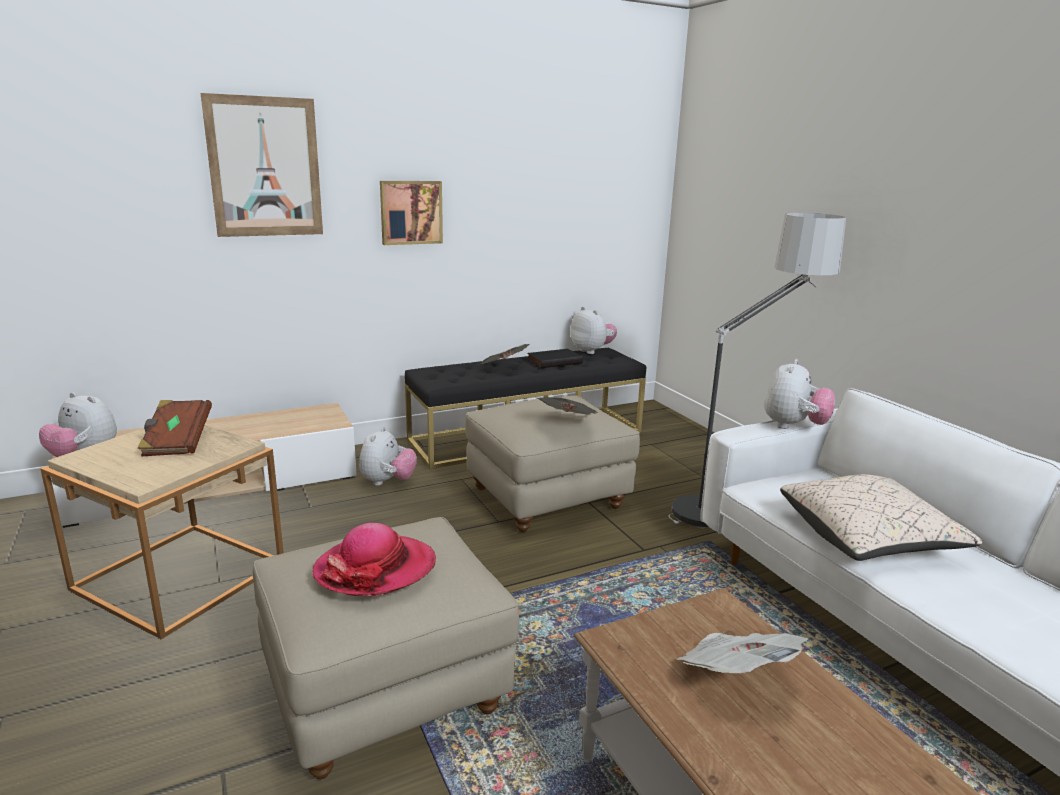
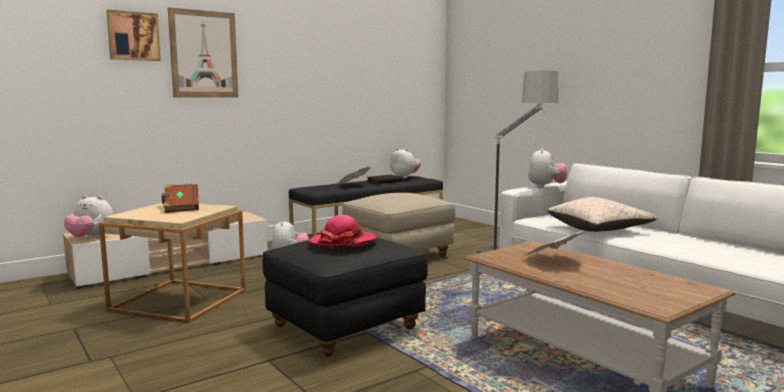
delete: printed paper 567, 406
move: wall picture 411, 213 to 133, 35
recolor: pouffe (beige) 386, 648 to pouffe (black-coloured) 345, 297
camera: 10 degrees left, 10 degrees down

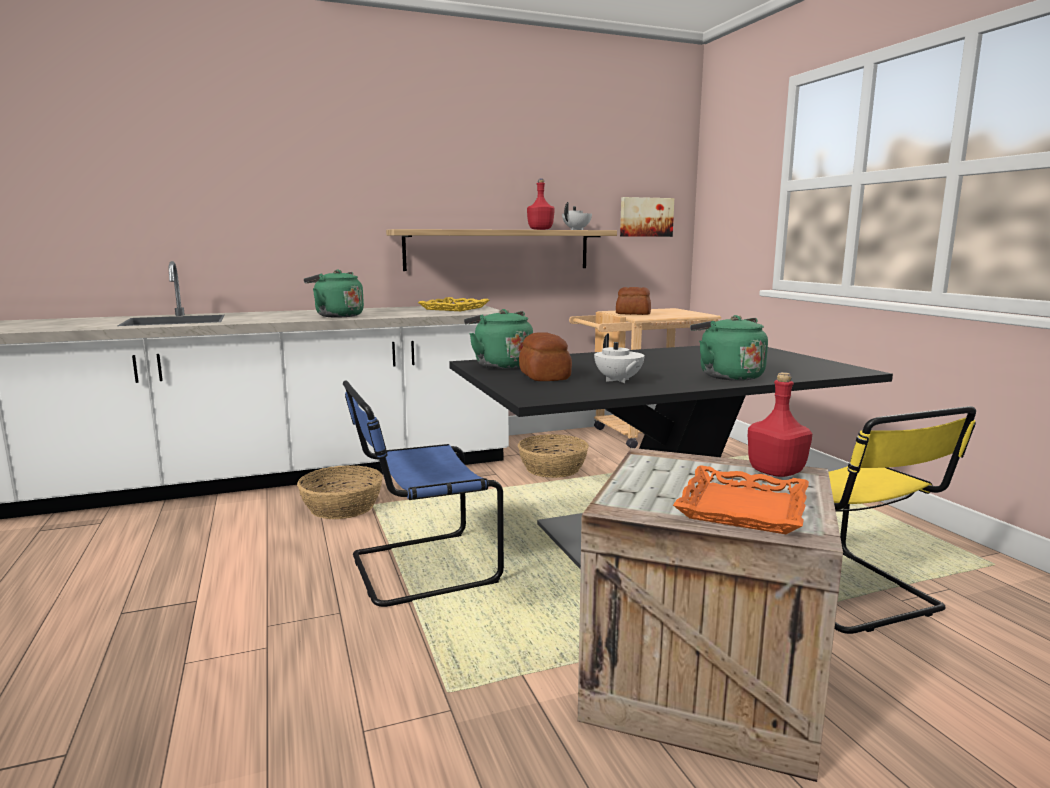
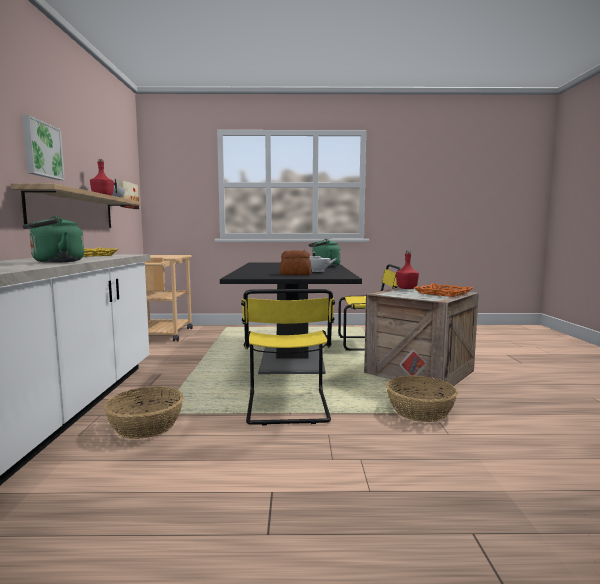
delete: tea kettle (green-coloured) 498, 339; bakery bread 633, 301
insert: wall picture 43, 147
move: storage basket 553, 456 to 422, 398
recolor: chair (bluish) 423, 493 to chair (yellow) 288, 357
camera: 70 degrees left, 5 degrees down

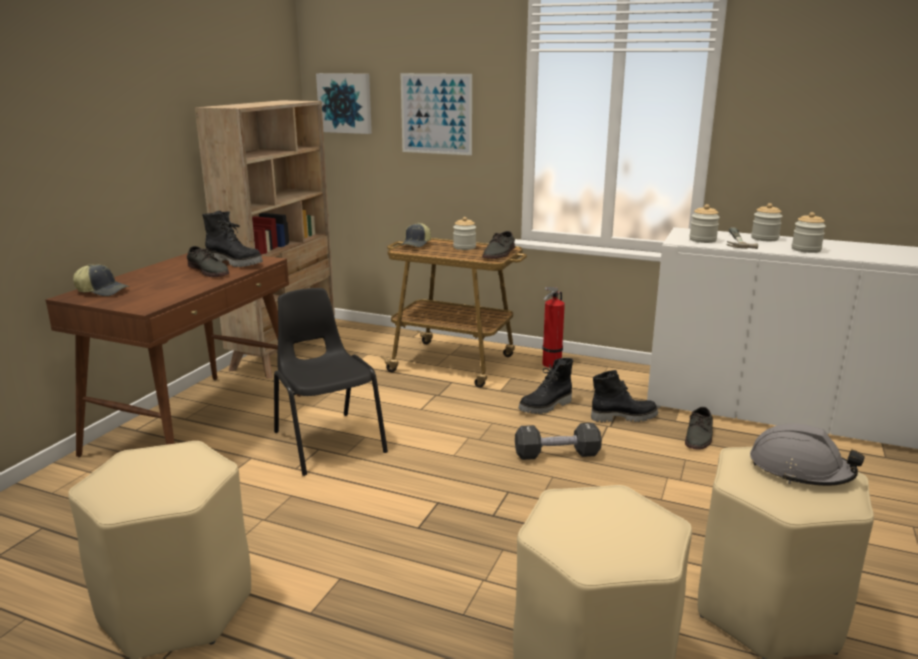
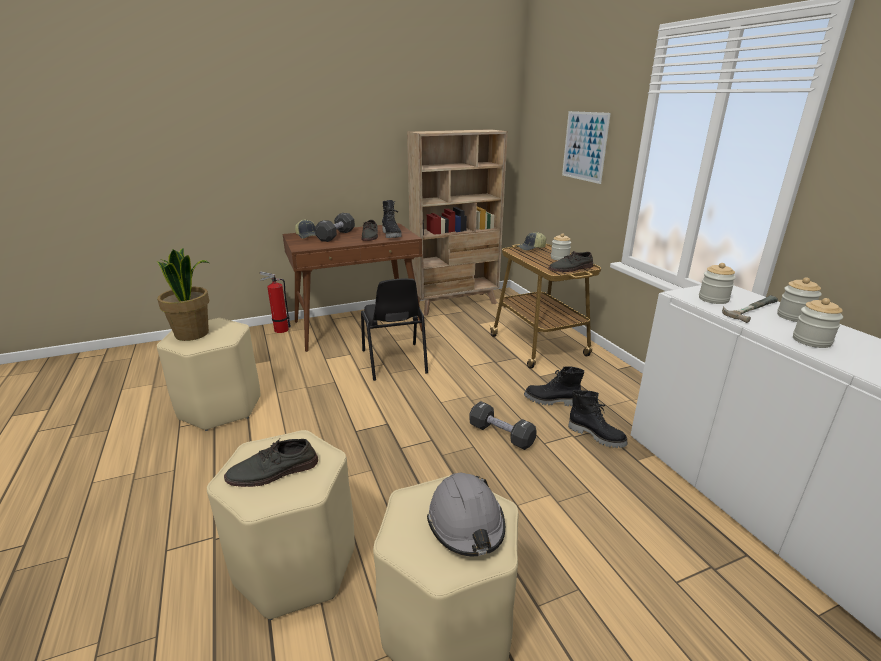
delete: wall picture 344, 103
insert: houseplant 183, 294; dumbbell (black-coloured) 335, 227
move: extinguisher 553, 327 to 275, 302; shoe (greyish) 699, 428 to 271, 463
rotate: chair (black-coloured) 331, 382 = 394, 329 150 degrees clockwise
camera: 45 degrees right, 5 degrees up

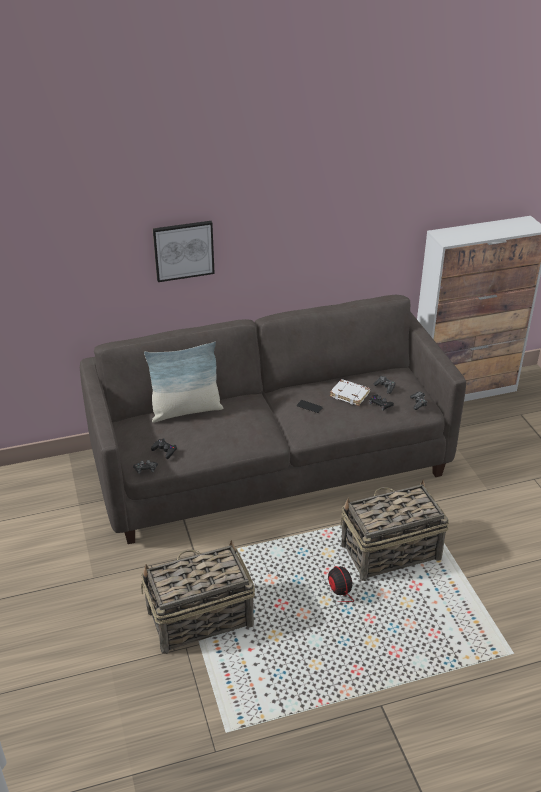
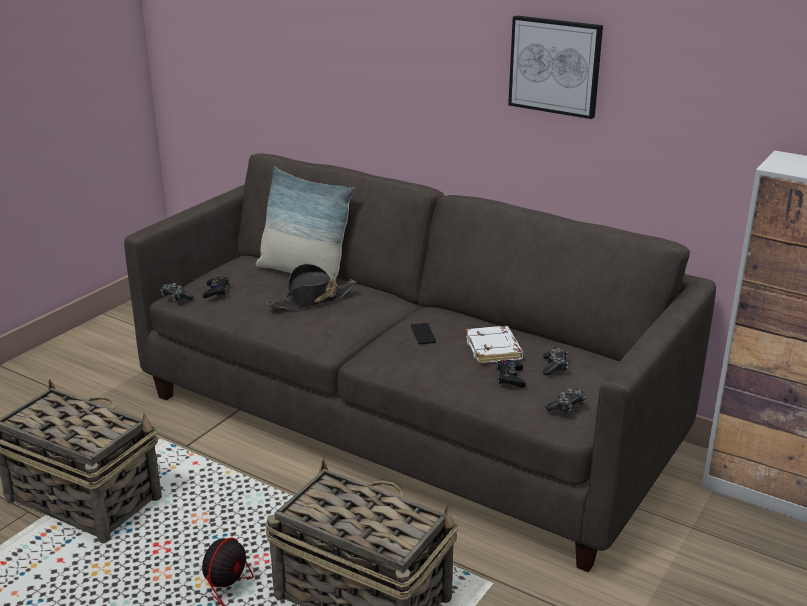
insert: wearable hat (black-coloured) 311, 286
move: wall picture 184, 251 to 555, 67
camera: 50 degrees right, 10 degrees down

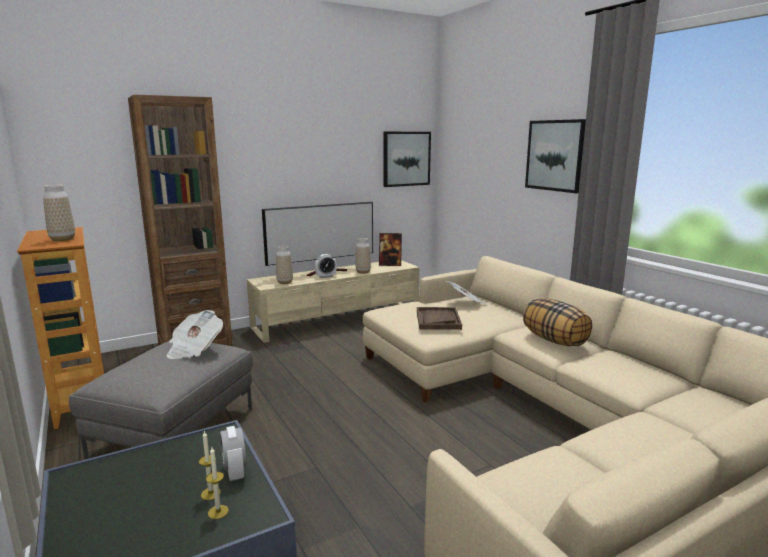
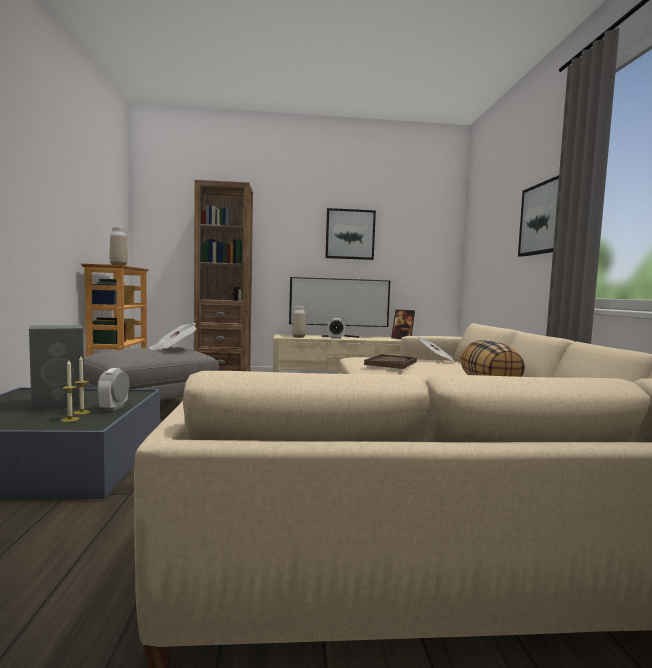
delete: vase 363, 256
insert: loudspeaker (greyish) 57, 368
move: wall picture 407, 159 to 350, 234
camera: 25 degrees right, 10 degrees down

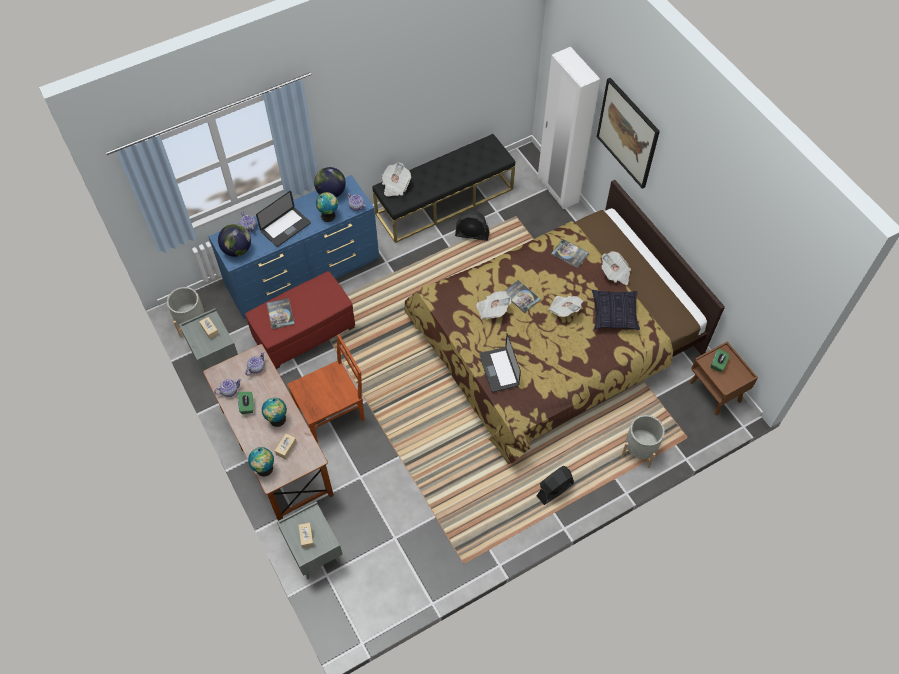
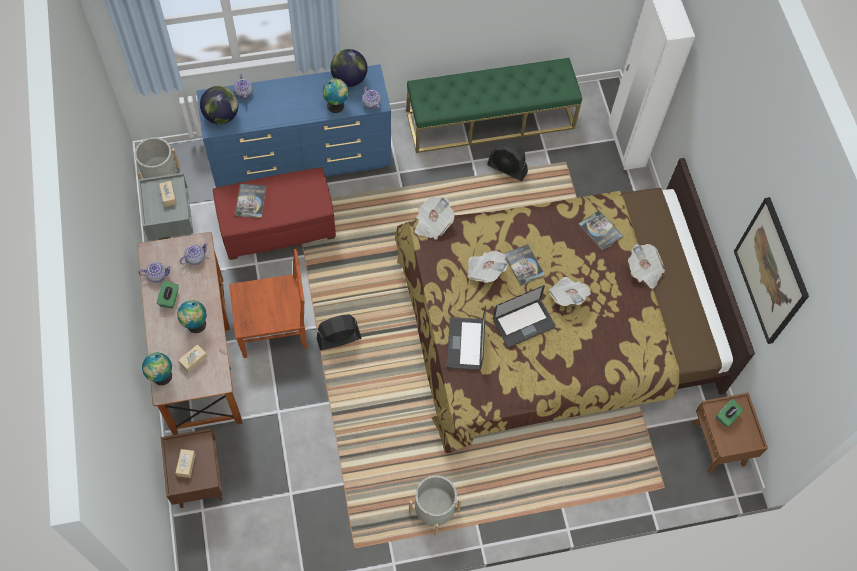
delete: throw pillow 616, 310
move: laptop 283, 219 to 524, 316; printed paper 396, 179 to 434, 218; fan (black-coloured) 555, 485 to 339, 332; wall picture 628, 133 to 771, 270; planter (greyish) 643, 441 to 435, 505
recolor: night table (greyish) 310, 540 to night table (brown) 192, 468; bench (black-coloured) 443, 188 to bench (green-coloured) 494, 105
camera: 15 degrees right, 5 degrees up

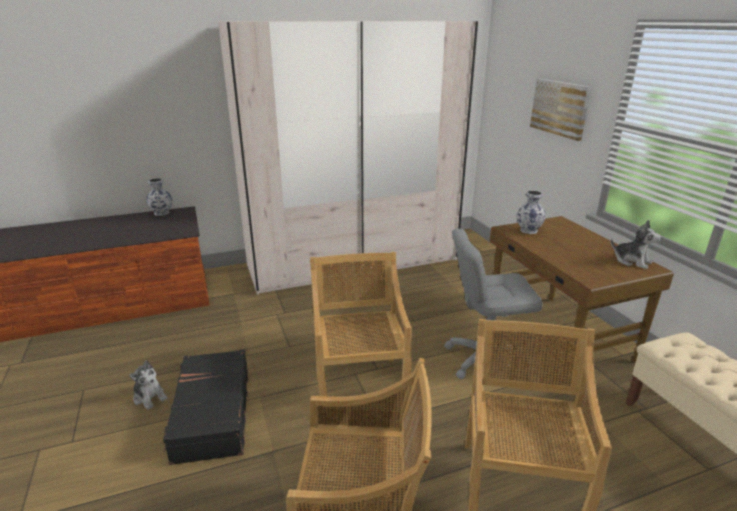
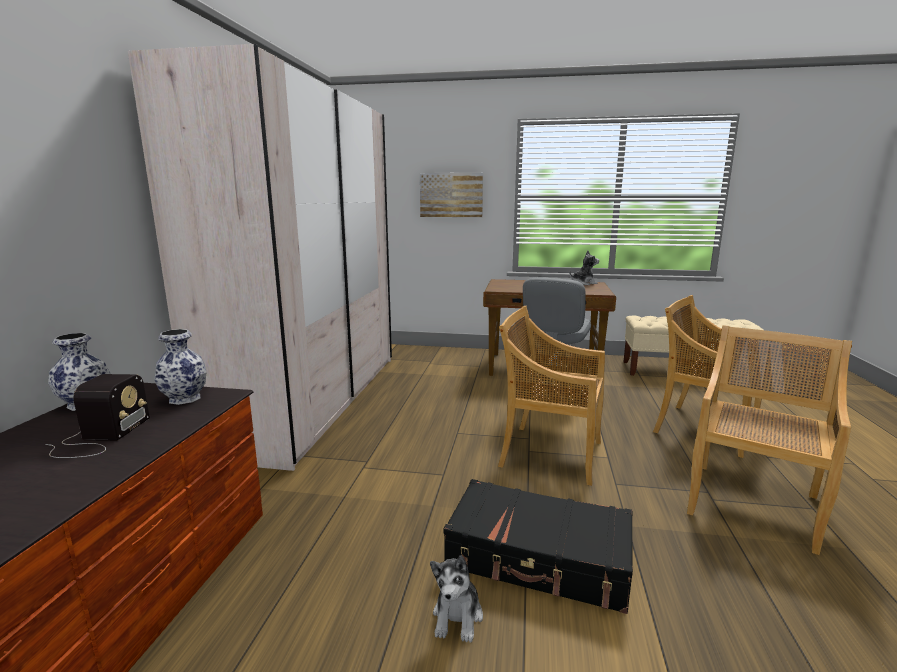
insert: radio 97, 416
move: vase 531, 212 to 180, 367
rotate: cuddly toy 149, 385 = 456, 599 120 degrees clockwise
camera: 60 degrees left, 10 degrees down

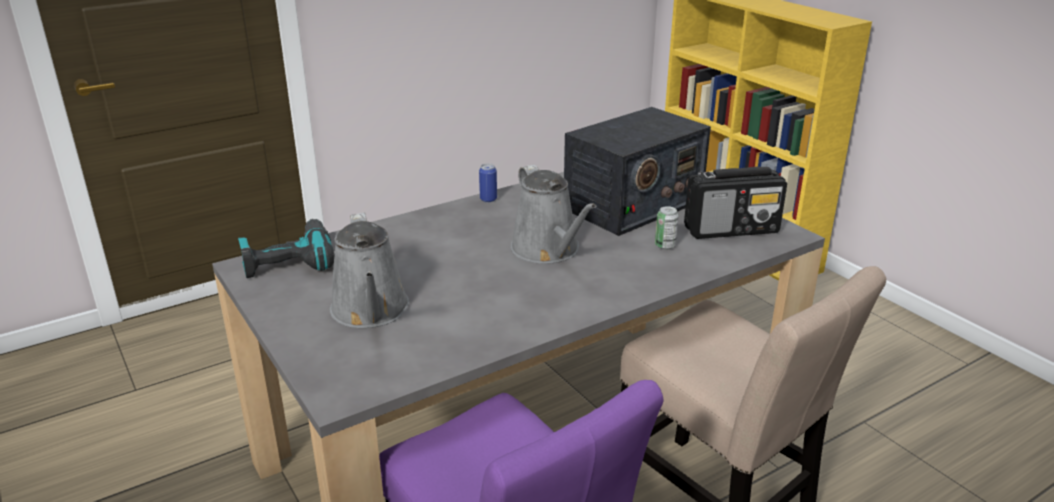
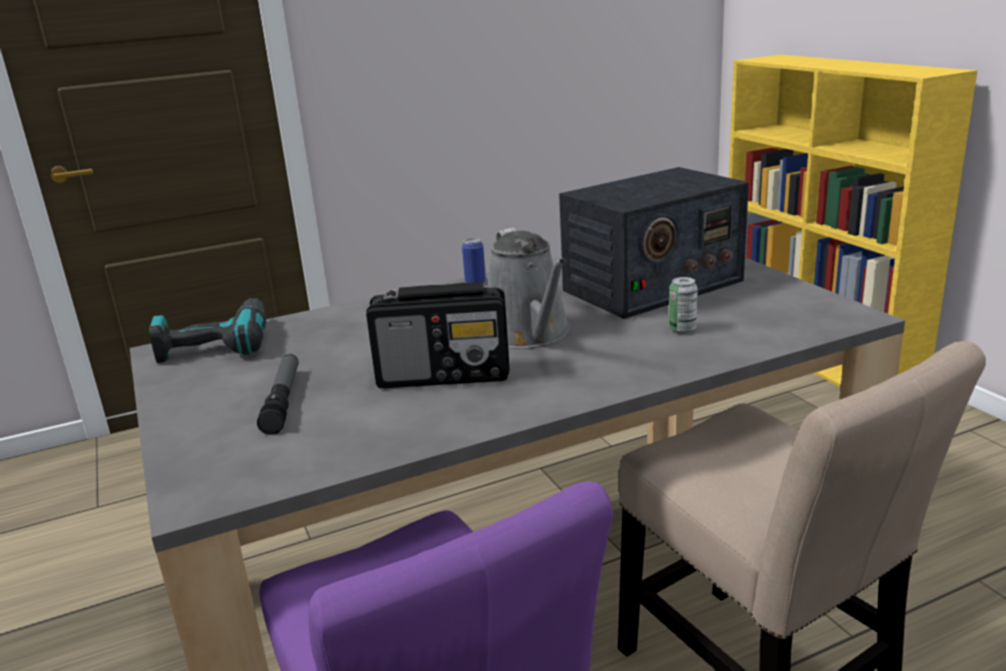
move: radio 735, 203 to 437, 336
replace: sprinkling can (greyish) 369, 270 to torch 278, 394
camera: 10 degrees right, 5 degrees down

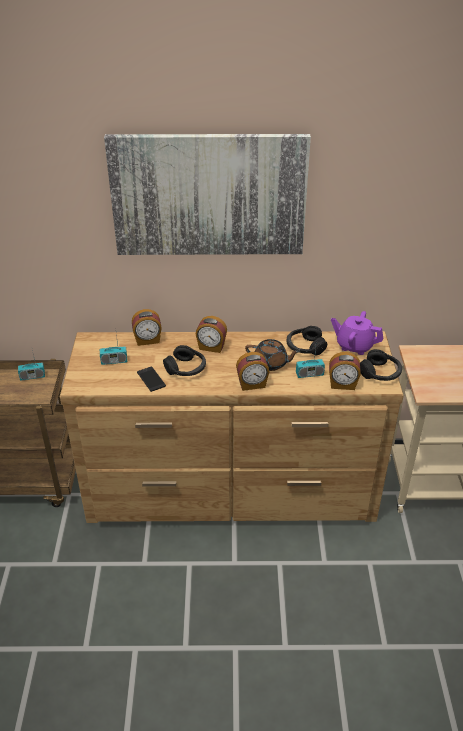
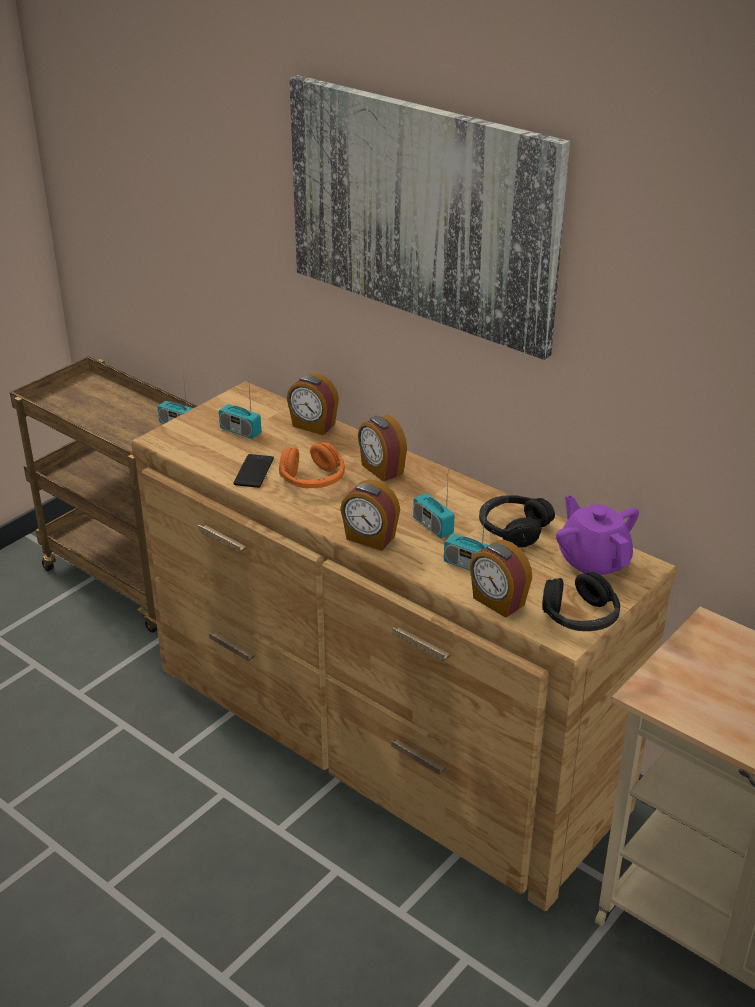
replace: pot for tea (brown) 272, 355 to radio 434, 510
recolor: pair of headphones (black-coloured) 184, 360 to pair of headphones (orange-coloured) 312, 465
camera: 40 degrees right, 5 degrees down

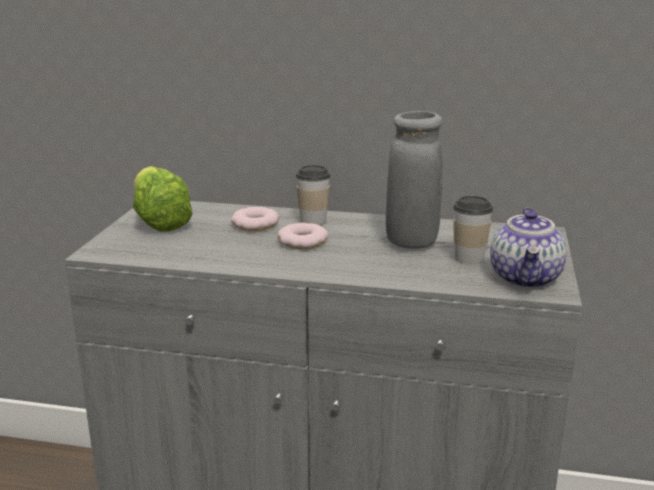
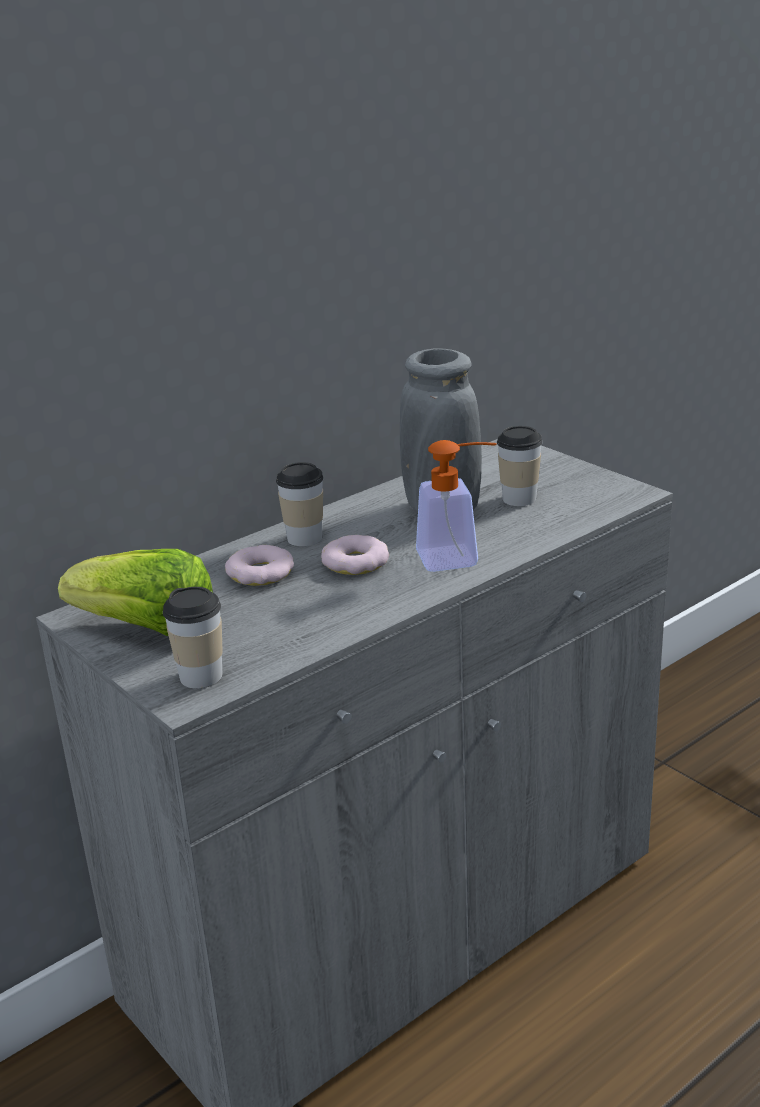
delete: pot for tea 528, 248
insert: drinking cup 193, 637; soap dispenser 456, 506
camera: 50 degrees left, 5 degrees up

